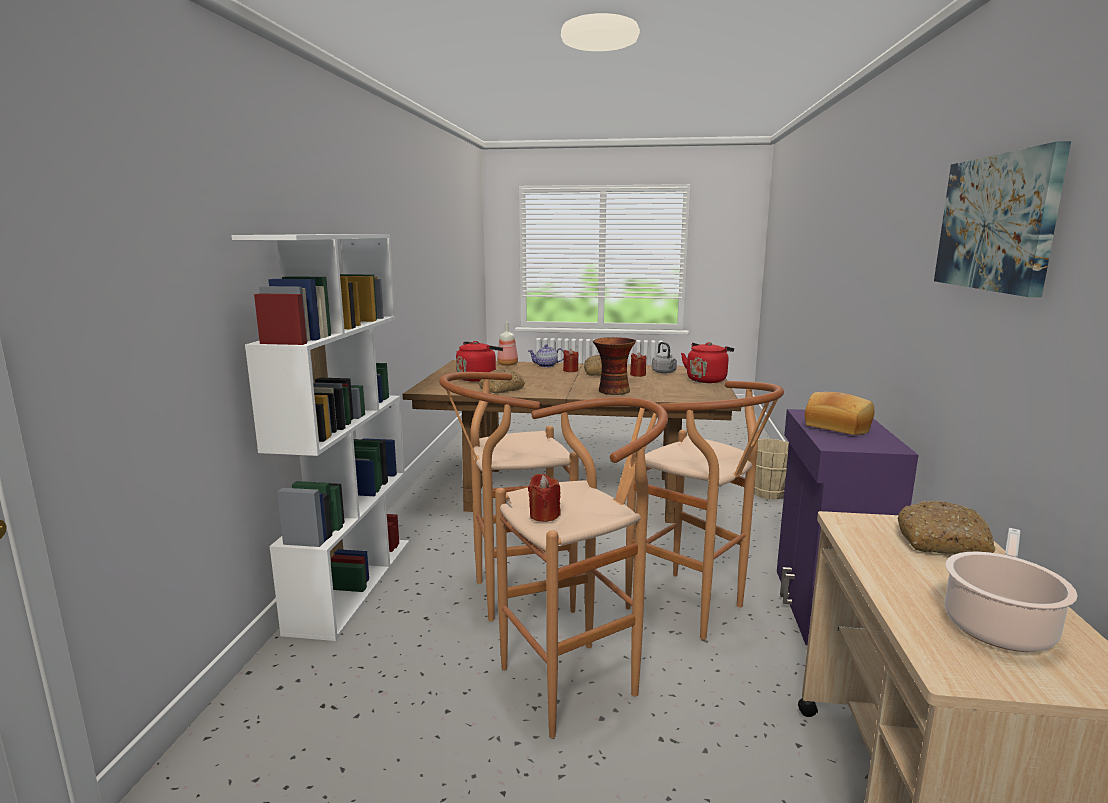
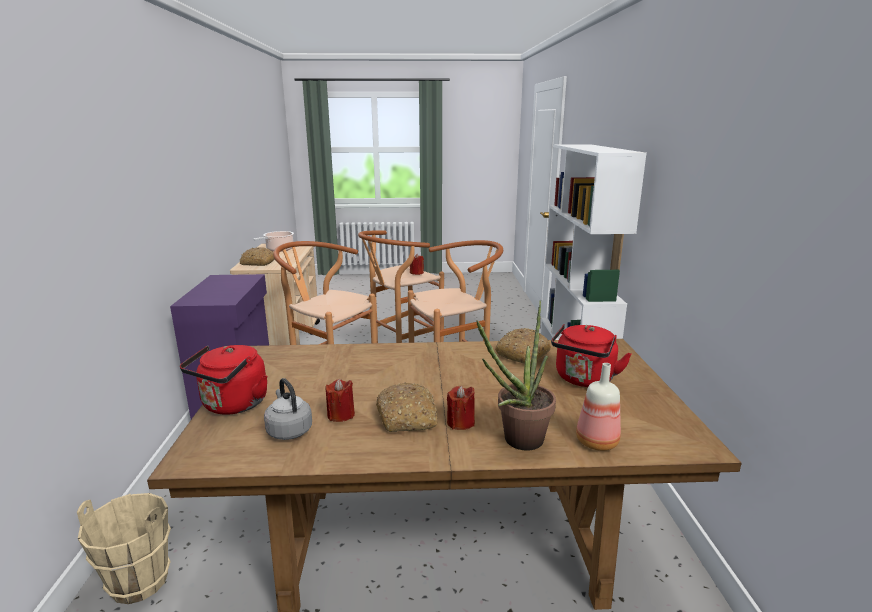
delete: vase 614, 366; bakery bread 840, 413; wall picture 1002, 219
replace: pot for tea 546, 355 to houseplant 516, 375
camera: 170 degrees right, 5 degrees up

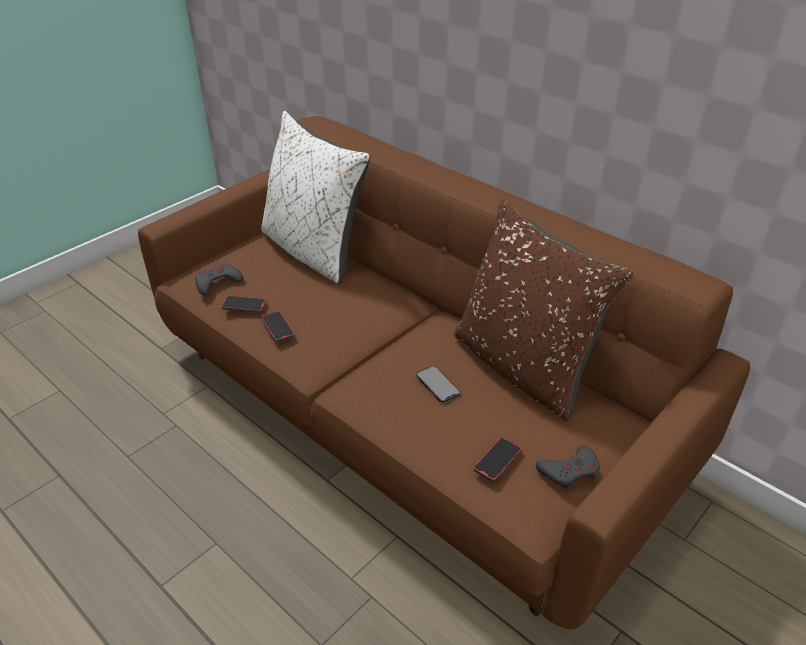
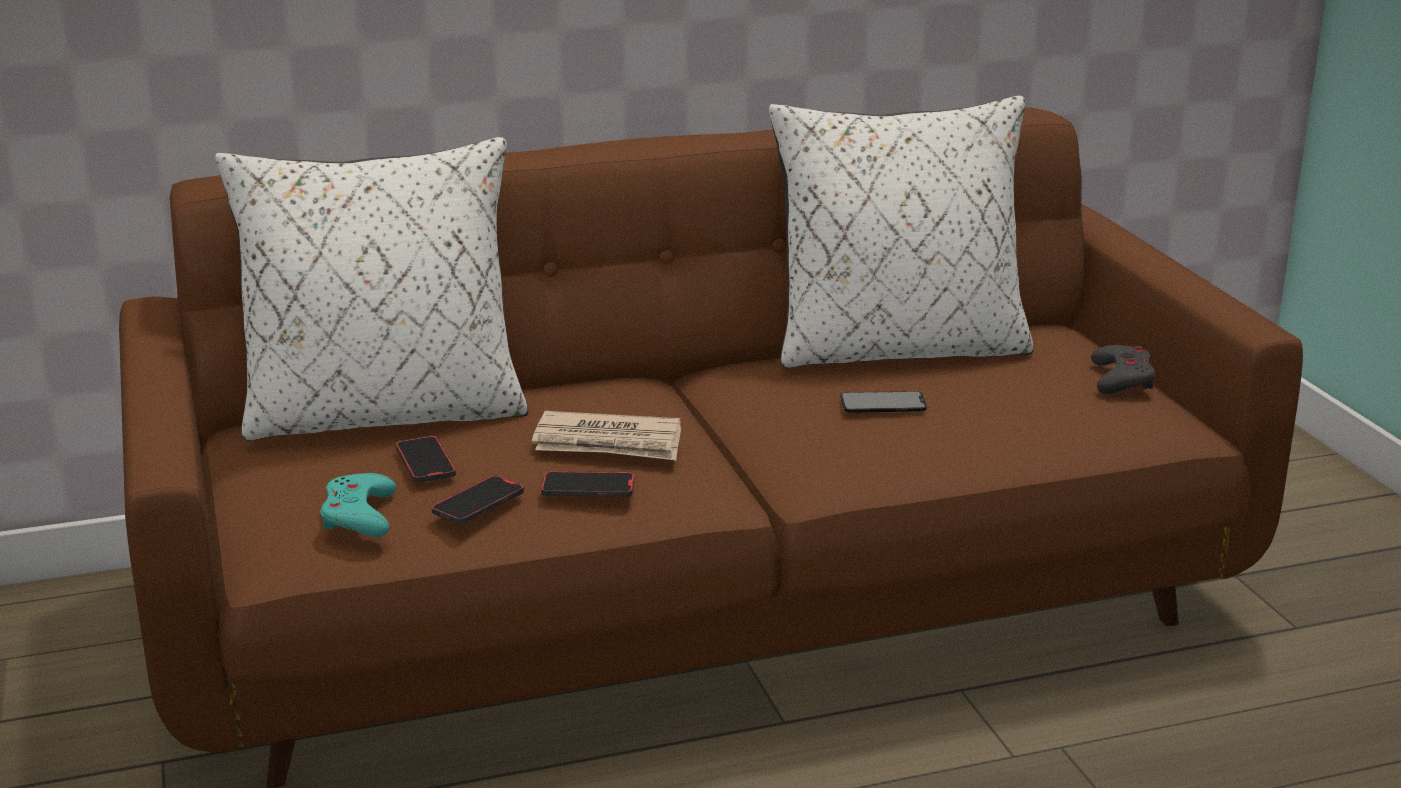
insert: printed paper 606, 435
move: phone 498, 459 to 426, 459
recolor: gamepad (greyish) 219, 279 to gamepad (blue-green) 358, 505; throw pillow (brown) 543, 310 to throw pillow (white) 901, 232
camera: 60 degrees left, 15 degrees down

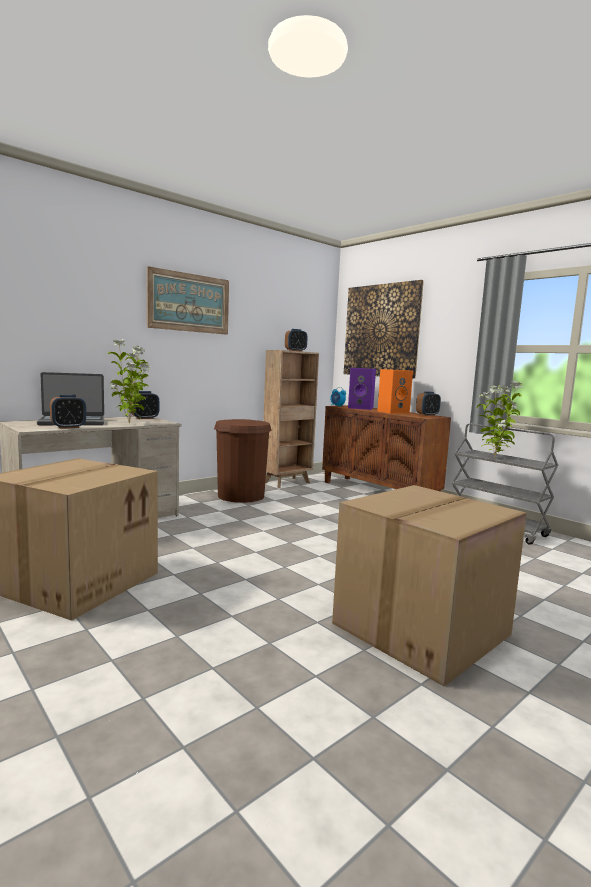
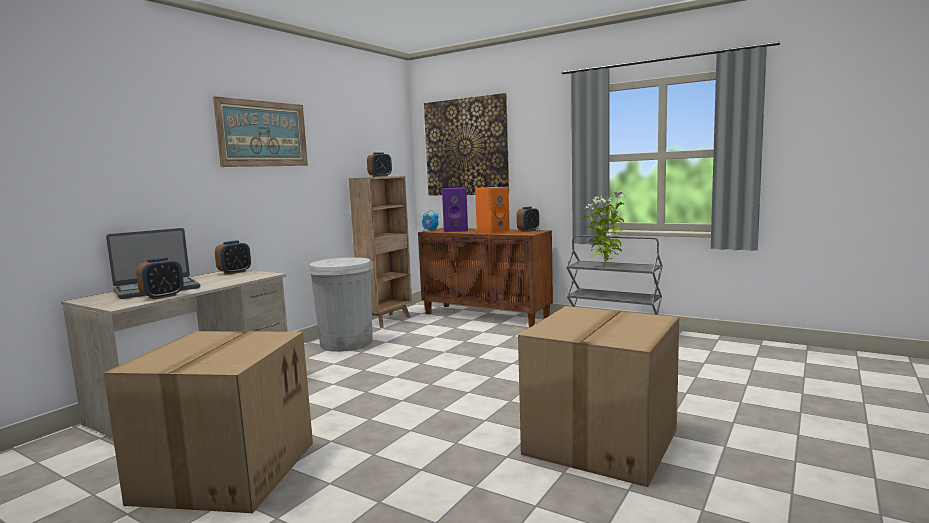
delete: houseplant 129, 381
recolor: rubbish bin (brown) 243, 461 to rubbish bin (white) 340, 304
camera: 15 degrees left, 0 degrees up

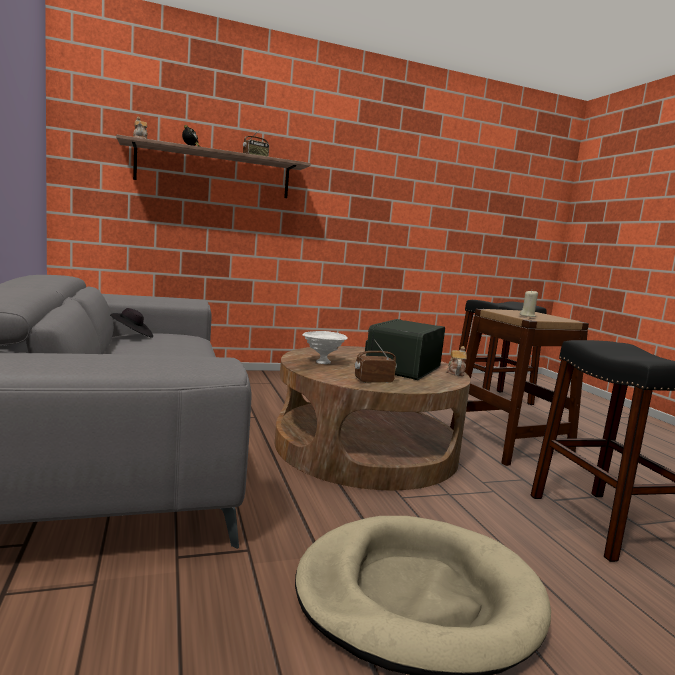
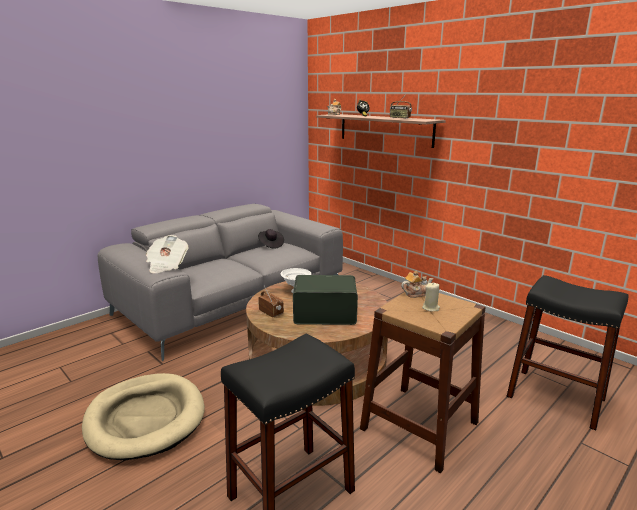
insert: printed paper 167, 254
move: pot for tea 456, 361 to 417, 284
camera: 65 degrees right, 10 degrees up

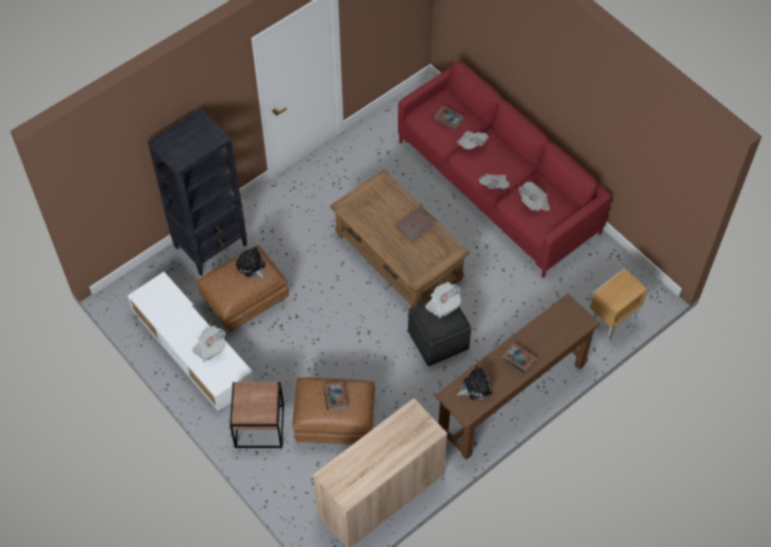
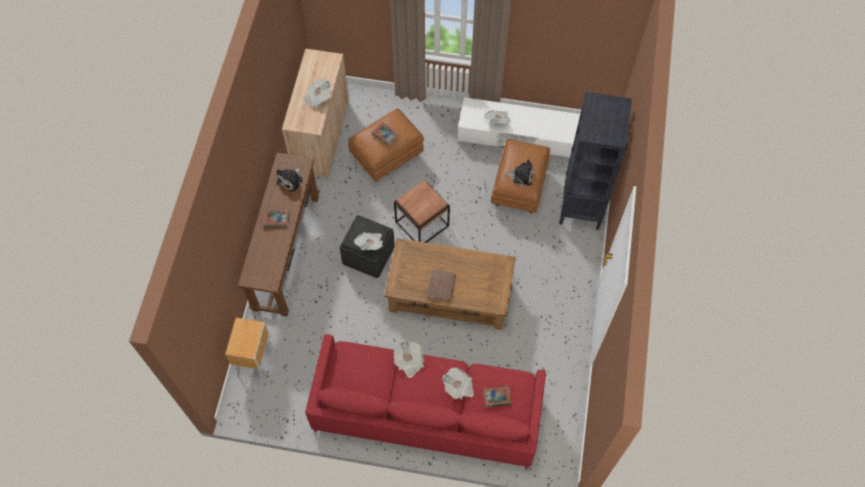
move: end table (brown) 257, 415 to 422, 211; printed paper 534, 197 to 317, 93
camera: 140 degrees right, 5 degrees up

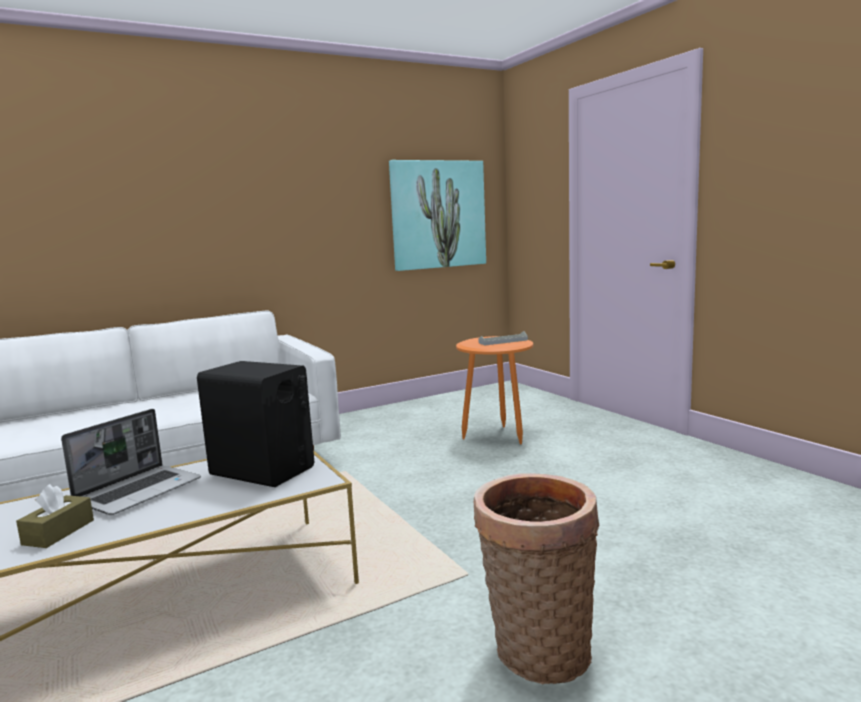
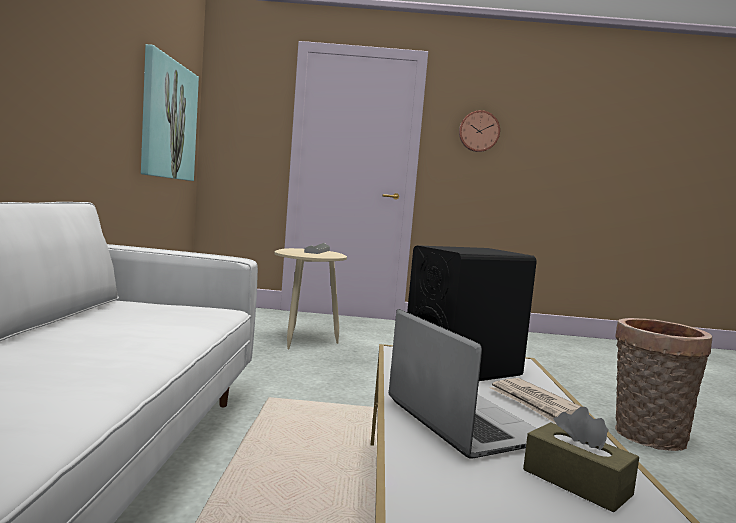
insert: clock on the wall 479, 131; printed paper 536, 400
recolor: end table (orange-coloured) 494, 390 to end table (beige) 310, 298
camera: 60 degrees left, 5 degrees down

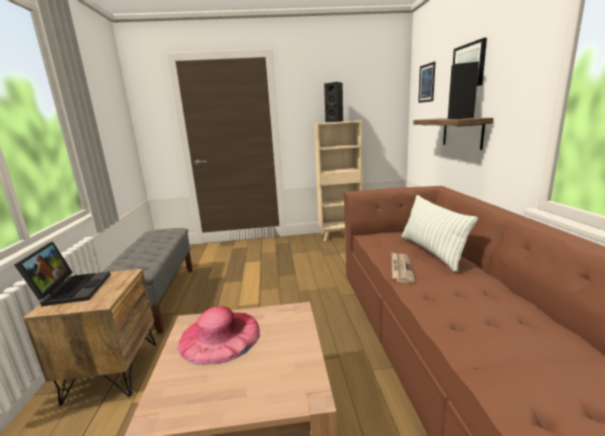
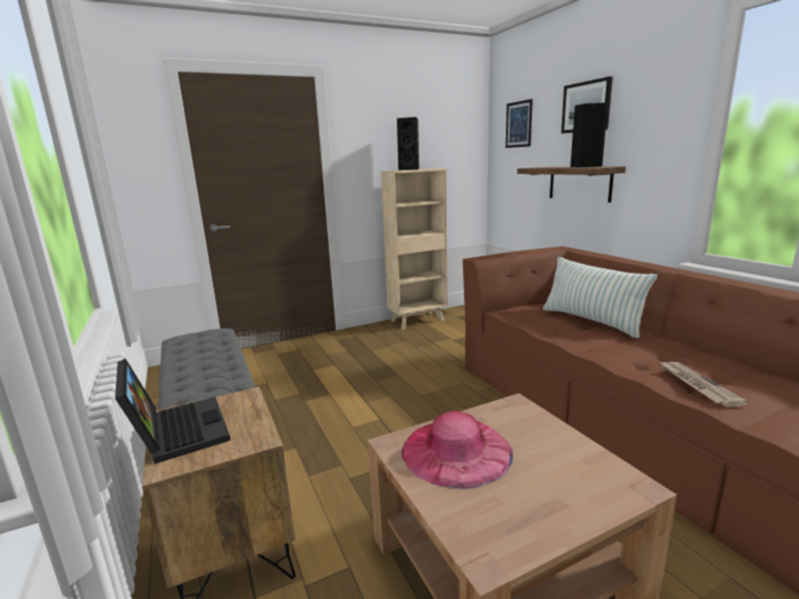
move: printed paper 403, 267 to 704, 384
camera: 20 degrees left, 0 degrees up

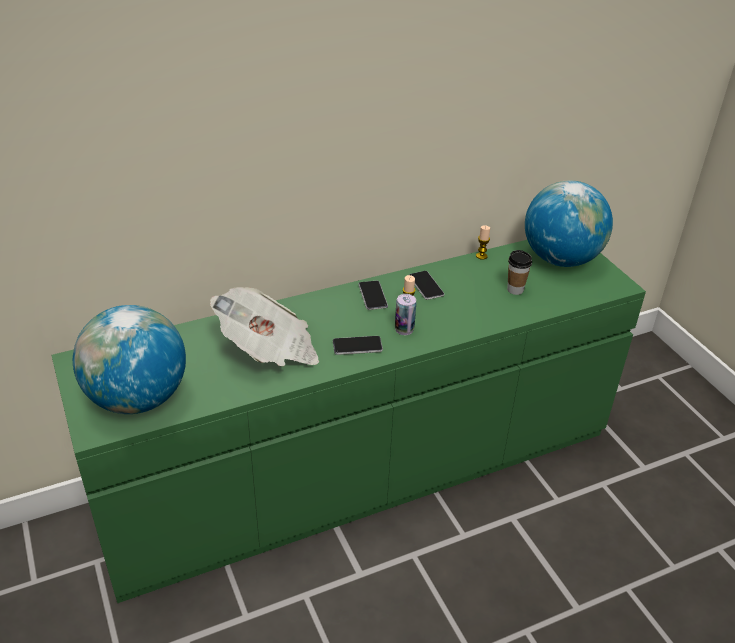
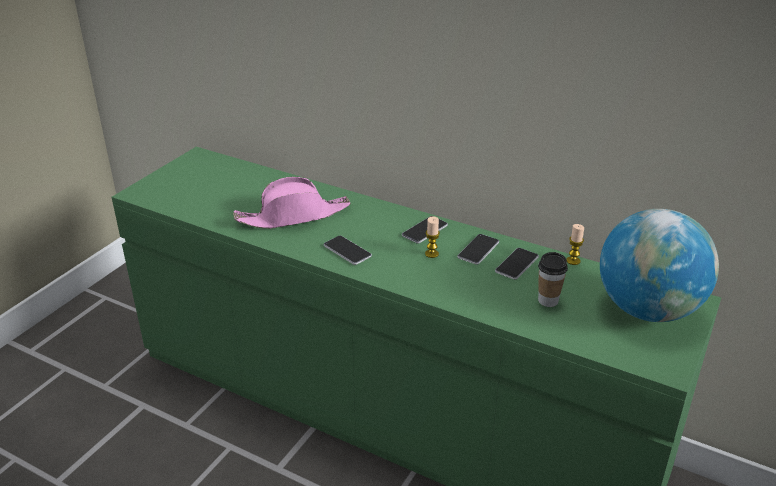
delete: globe 129, 359; metal can 405, 314
insert: phone 517, 264
replace: printed paper 264, 326 to wearable hat (pinkish) 292, 203
camera: 55 degrees right, 5 degrees down

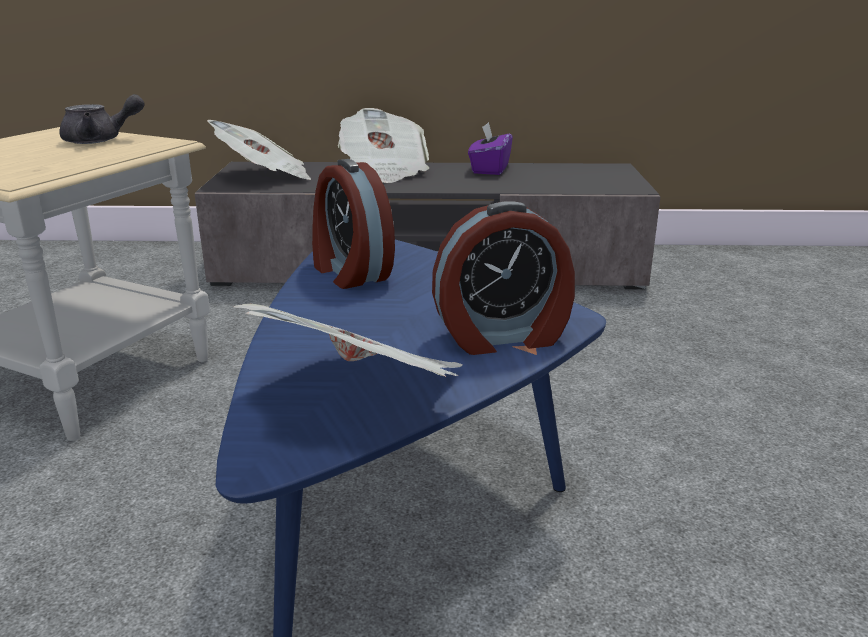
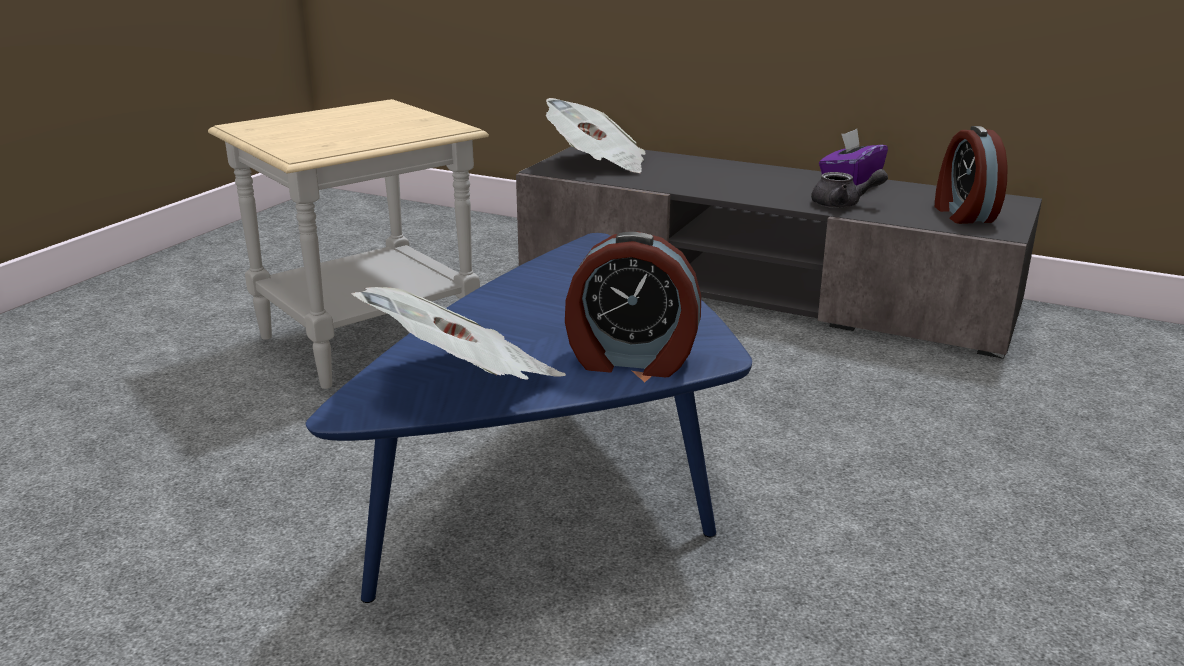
delete: printed paper 383, 145
move: pot for tea (greyish) 102, 119 to 849, 188; alarm clock 353, 224 to 971, 175
camera: 25 degrees right, 0 degrees up

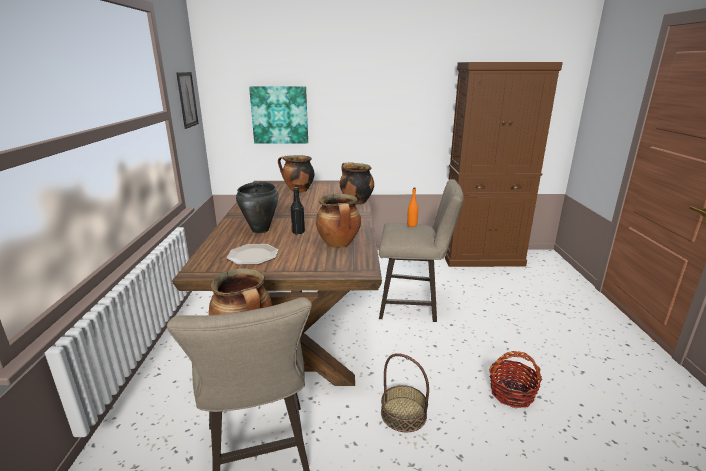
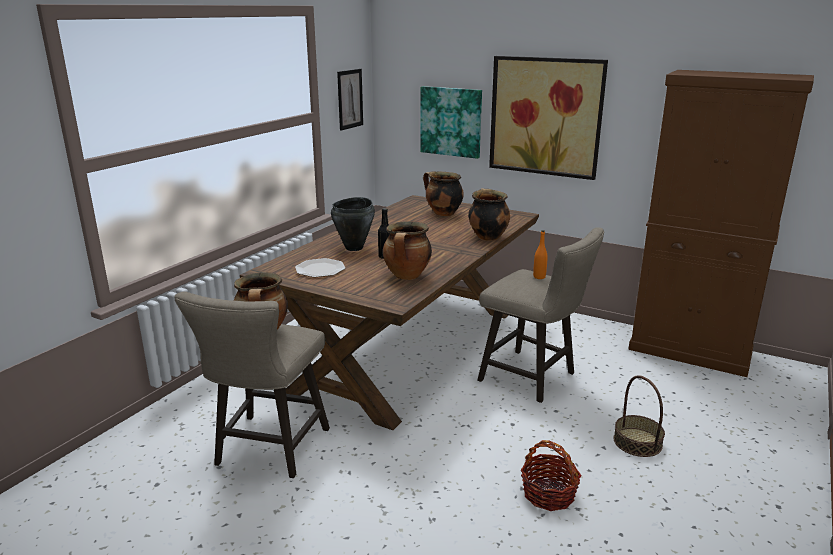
insert: wall picture 548, 118
move: storage basket 405, 392 to 639, 416
camera: 30 degrees right, 0 degrees up

